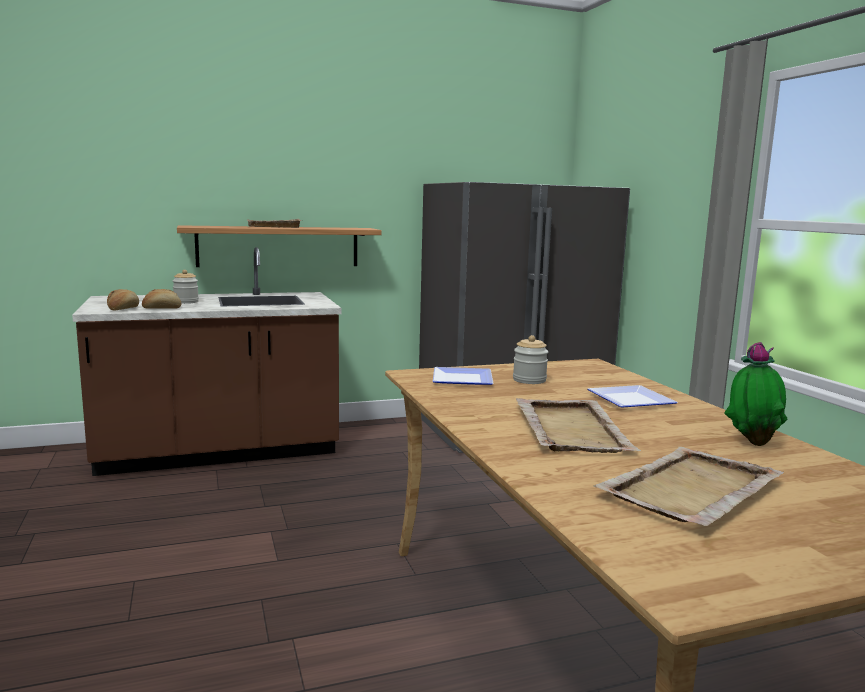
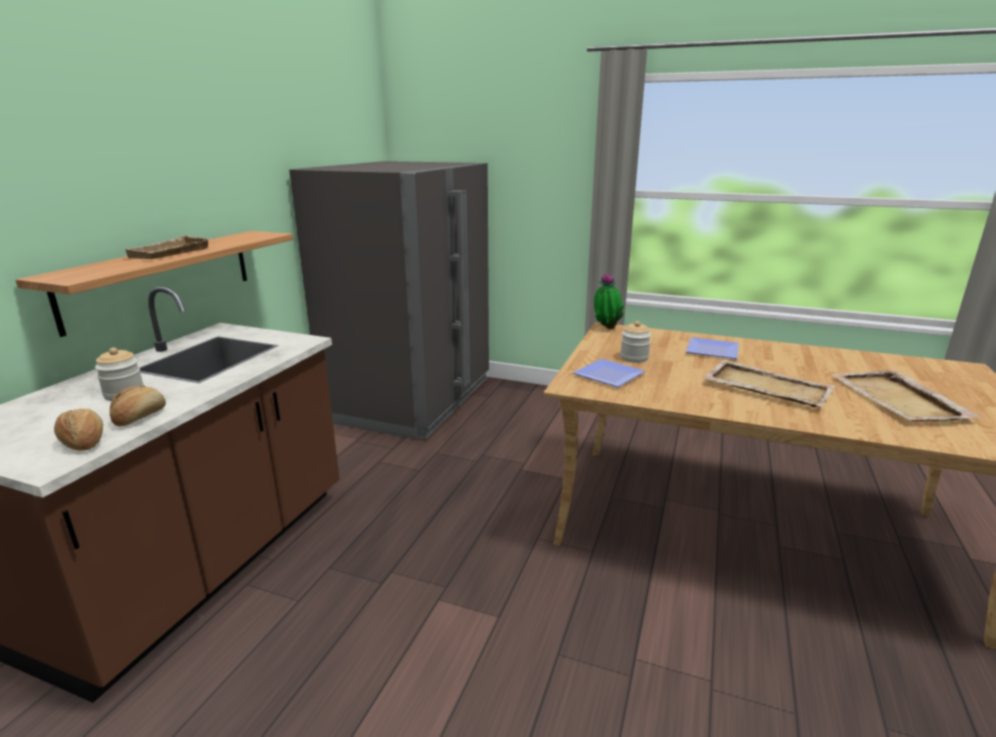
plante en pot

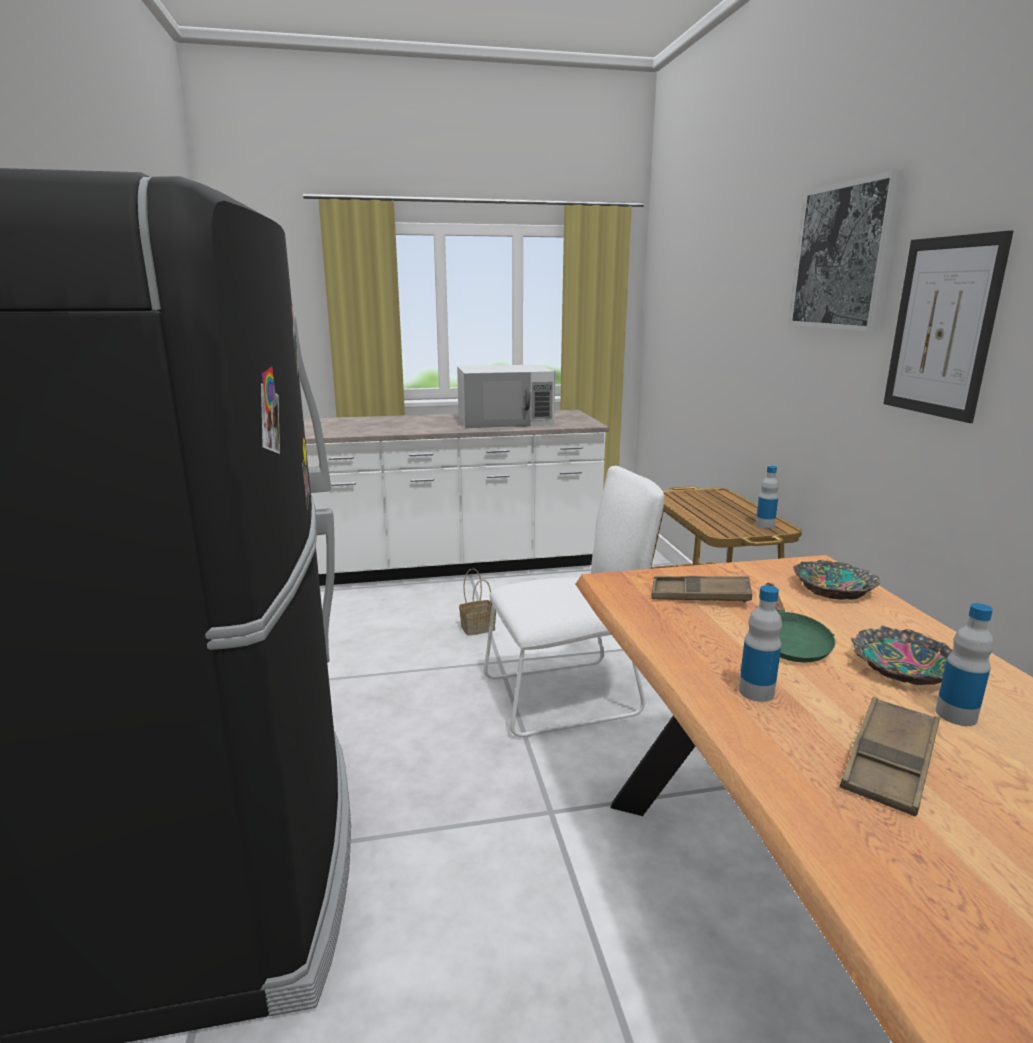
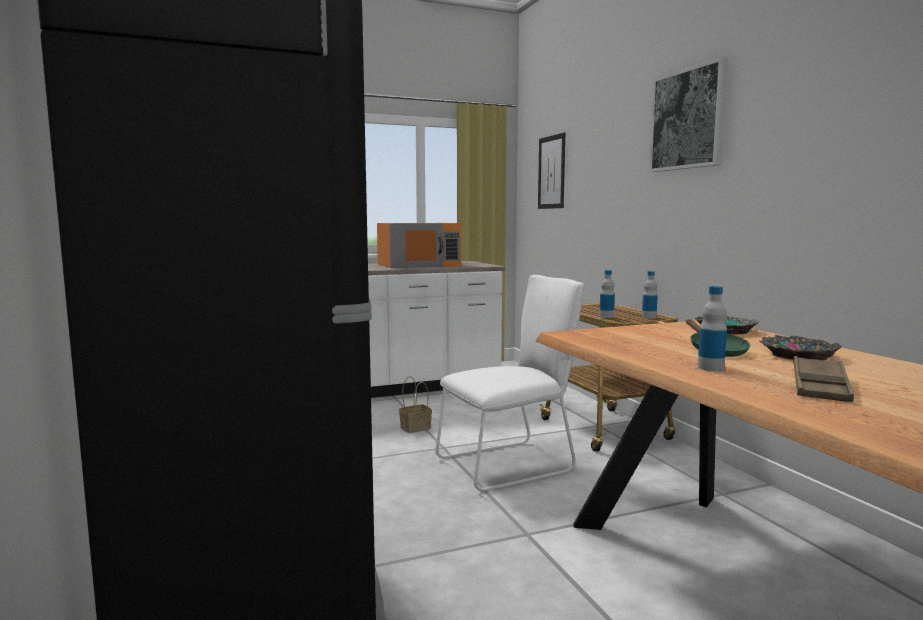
micro-ondes [orange]
plateau [marron] (1st from left in the first image)
tableau (1st from left)
bouteille (1st from left)

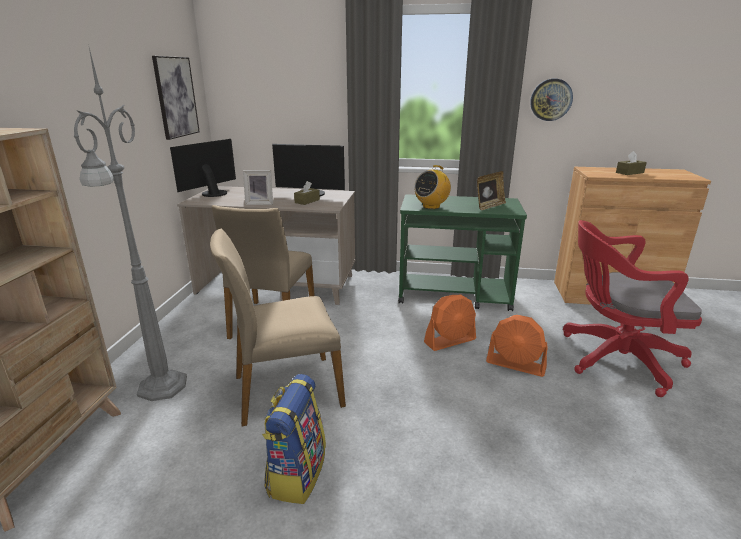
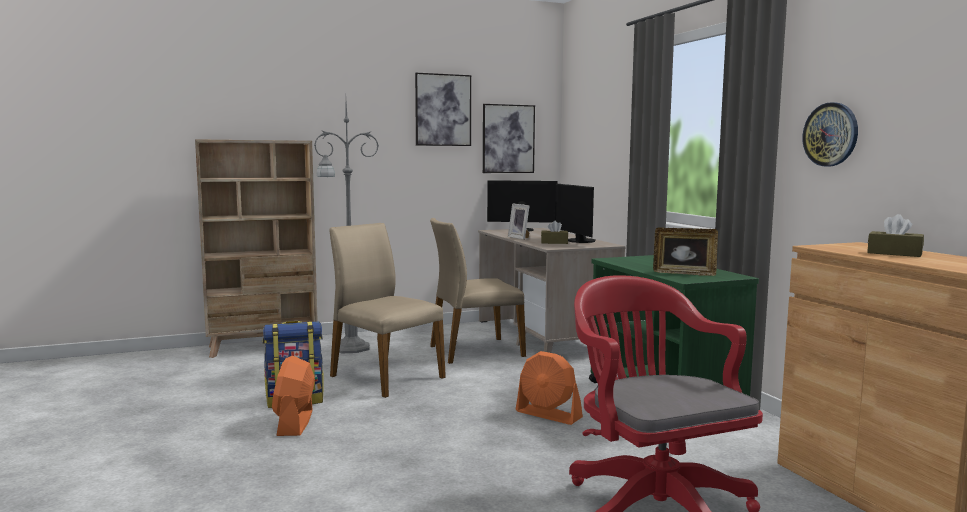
radio
ventilateur [orange] (1st from left)
tableau (1st from left)

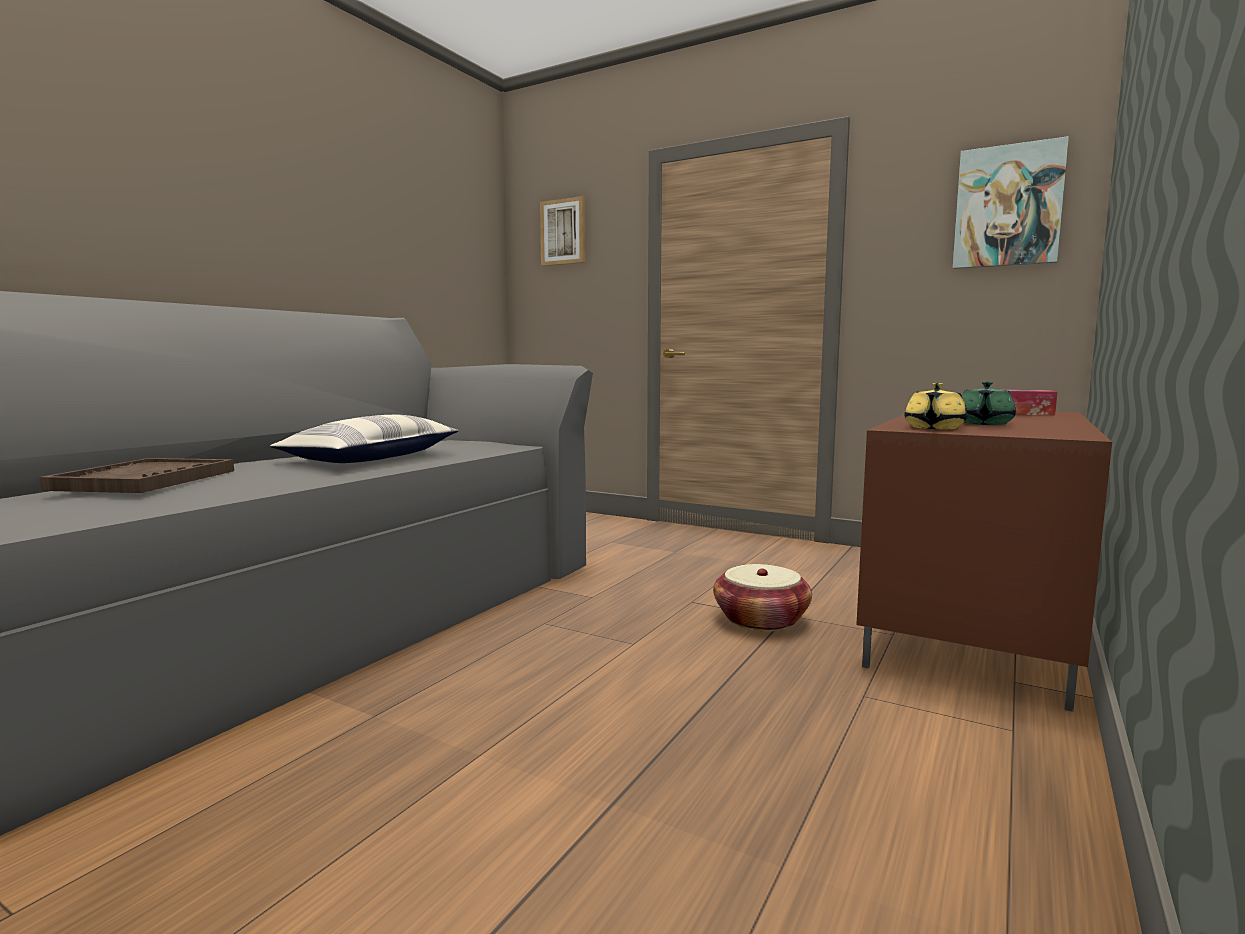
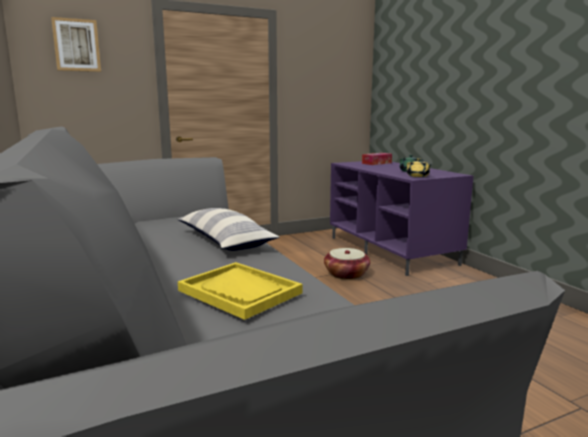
plateau [jaune]
meuble télé [violet]
tableau (2nd from left in the first image)

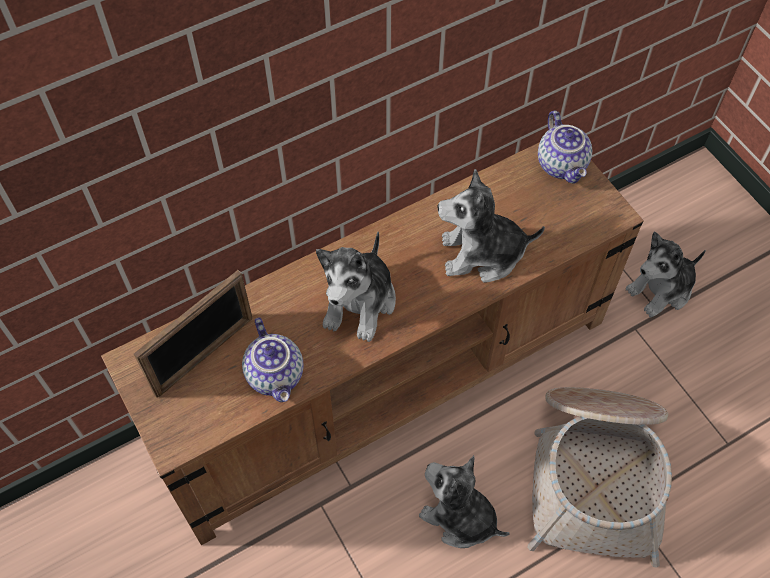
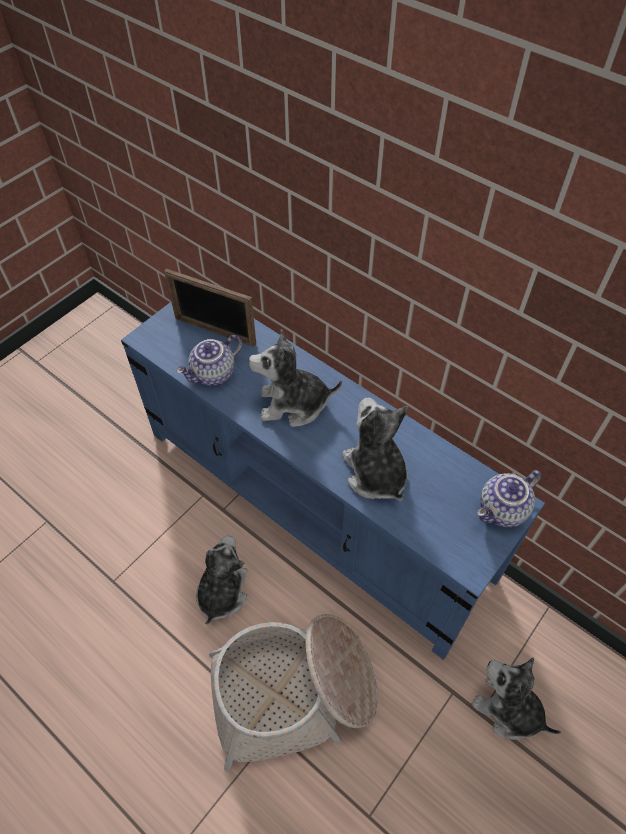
meuble télé [bleu]

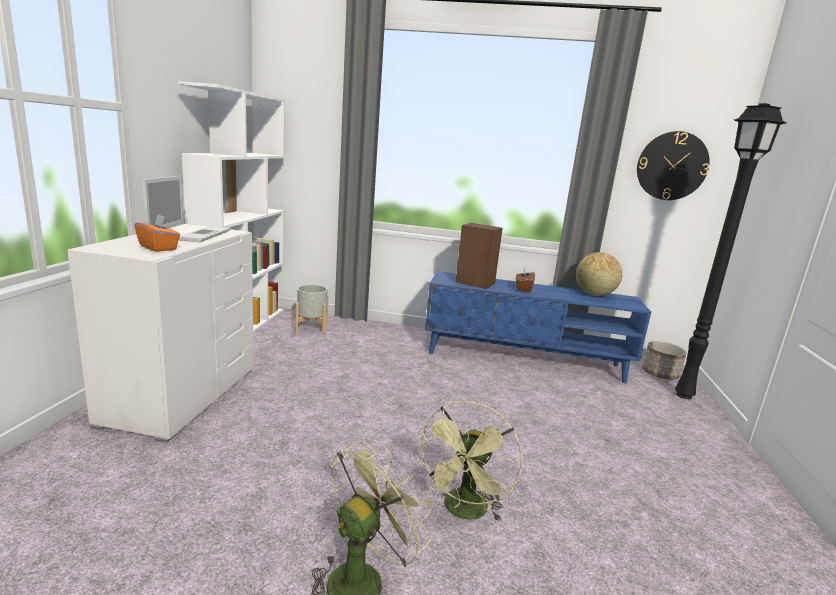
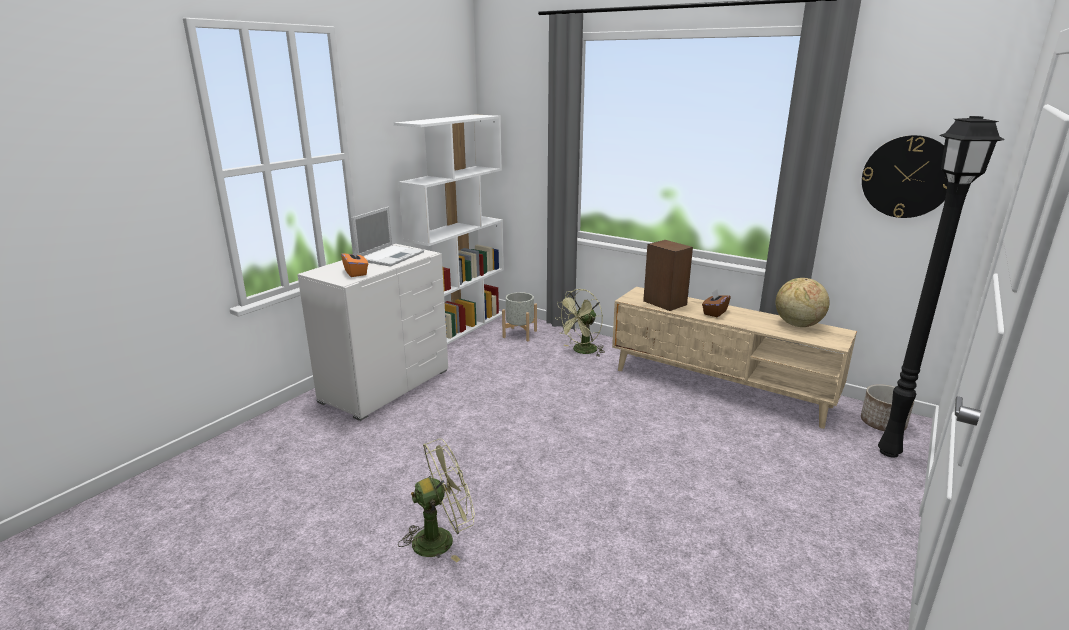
ventilateur [vert] (2nd from left)
meuble télé [beige]

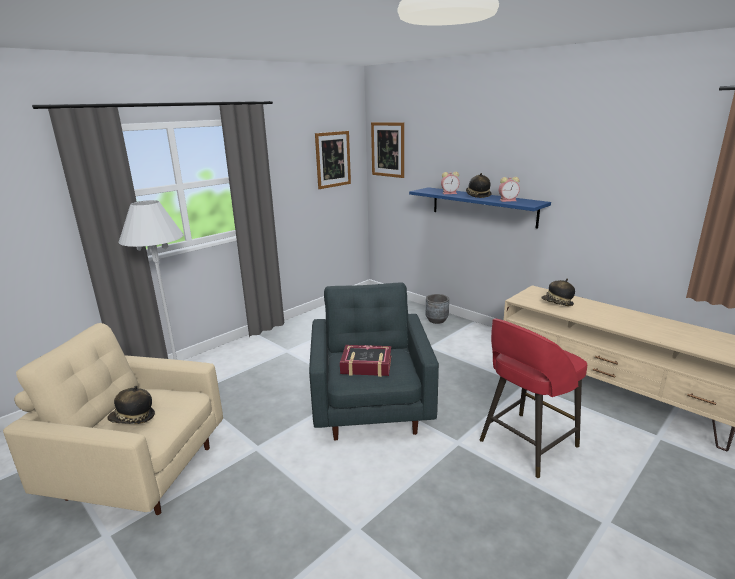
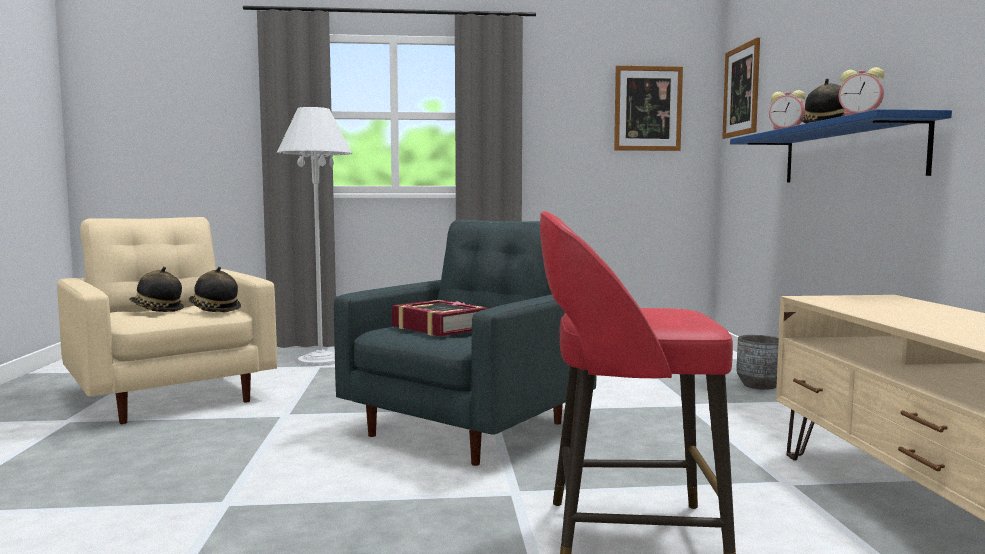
chapeau (2nd from left)

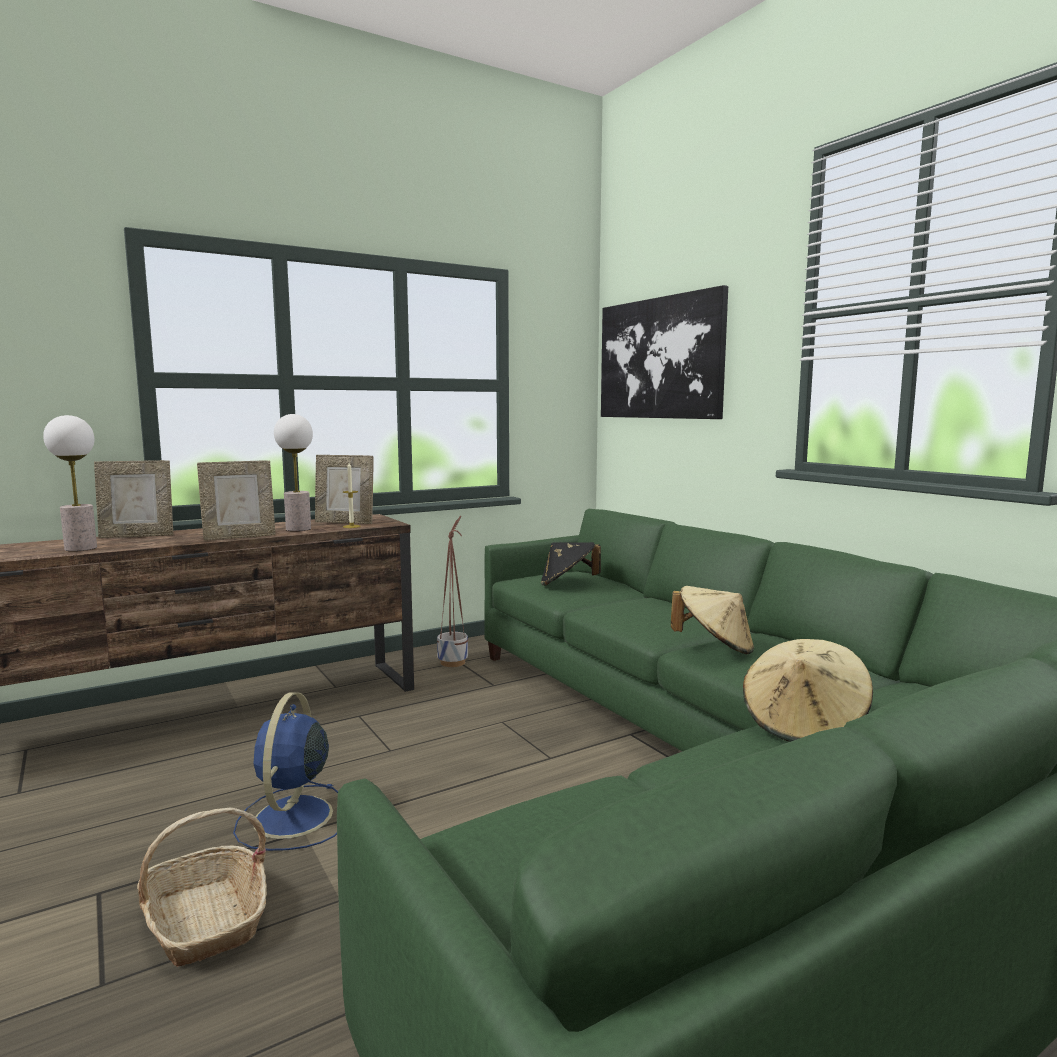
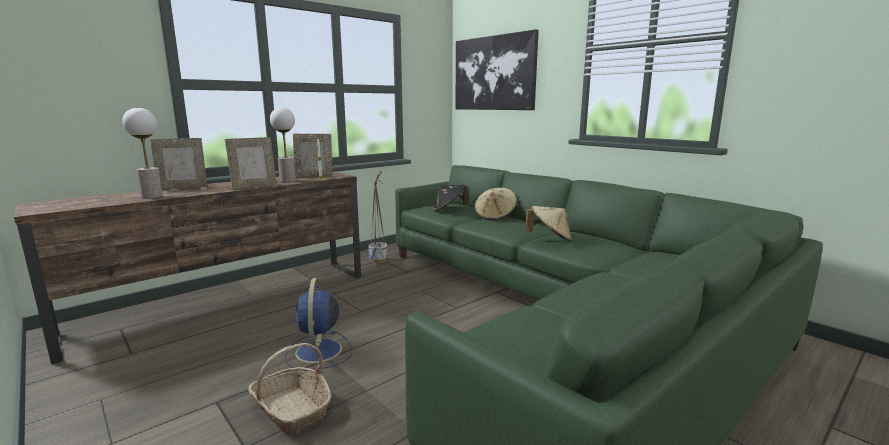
chapeau [beige] (1st from left)

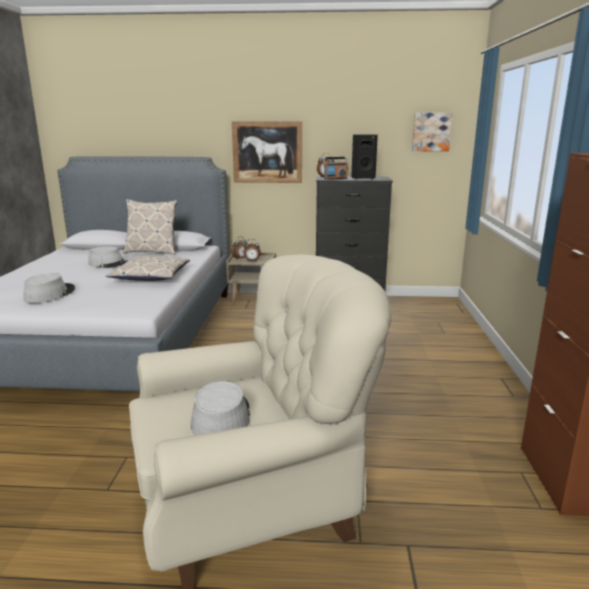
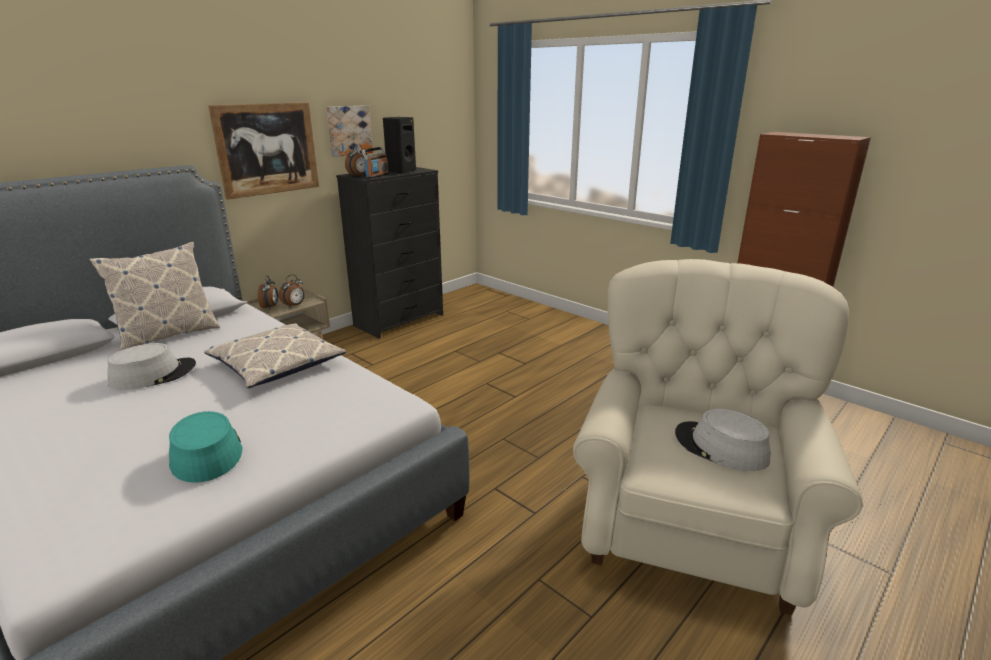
chapeau [turquoise]
tableau (2nd from left)

